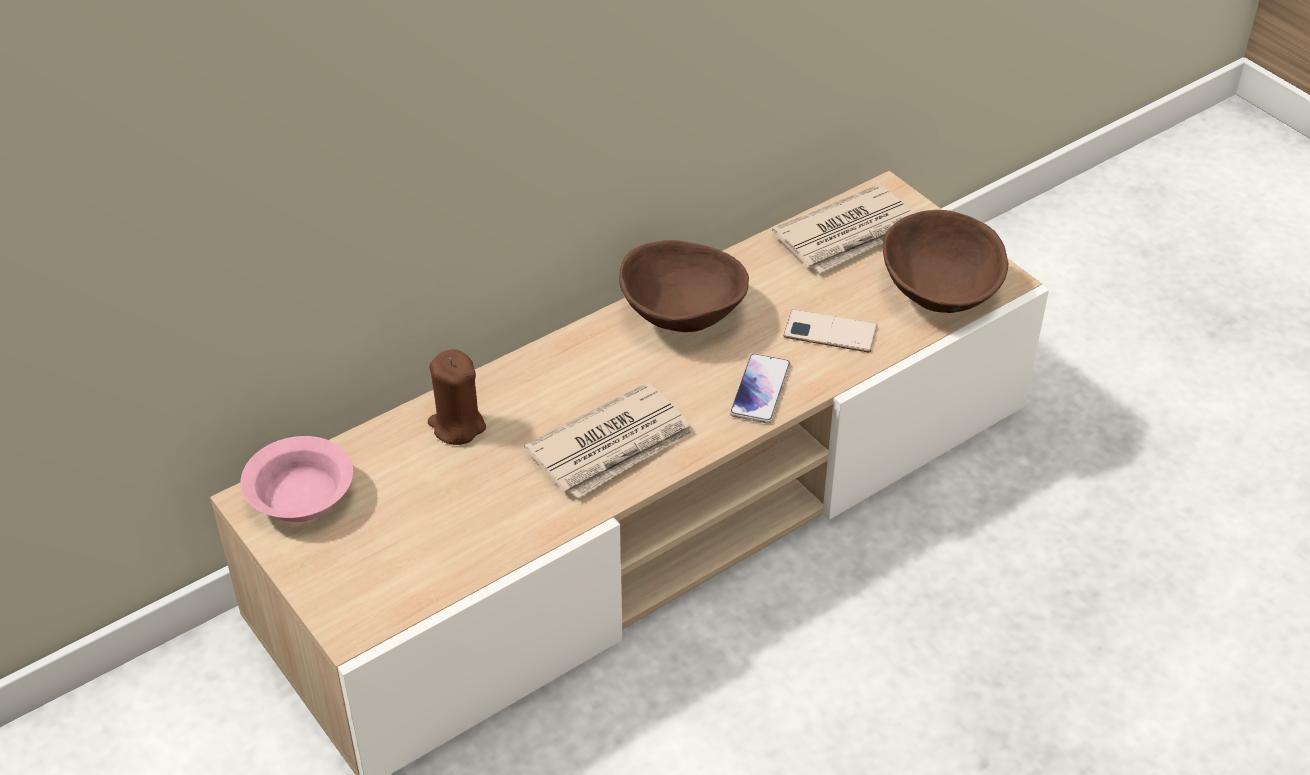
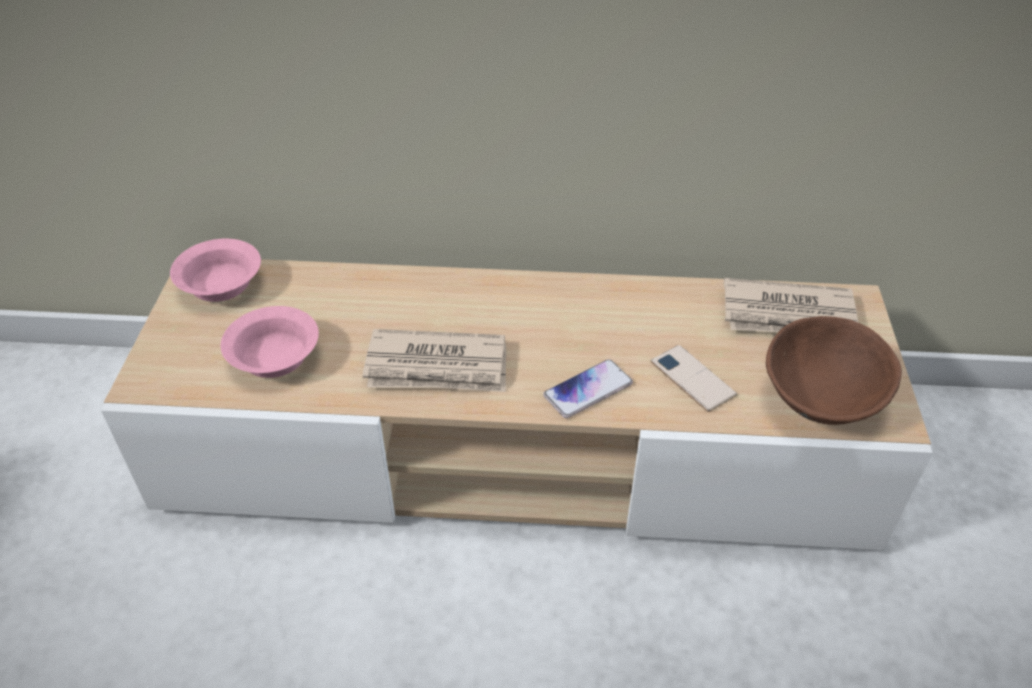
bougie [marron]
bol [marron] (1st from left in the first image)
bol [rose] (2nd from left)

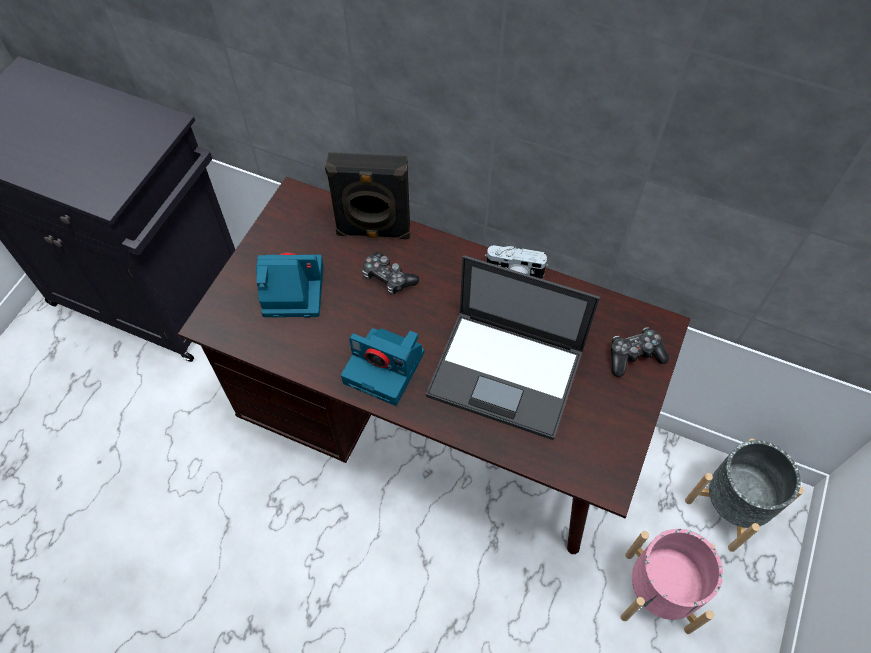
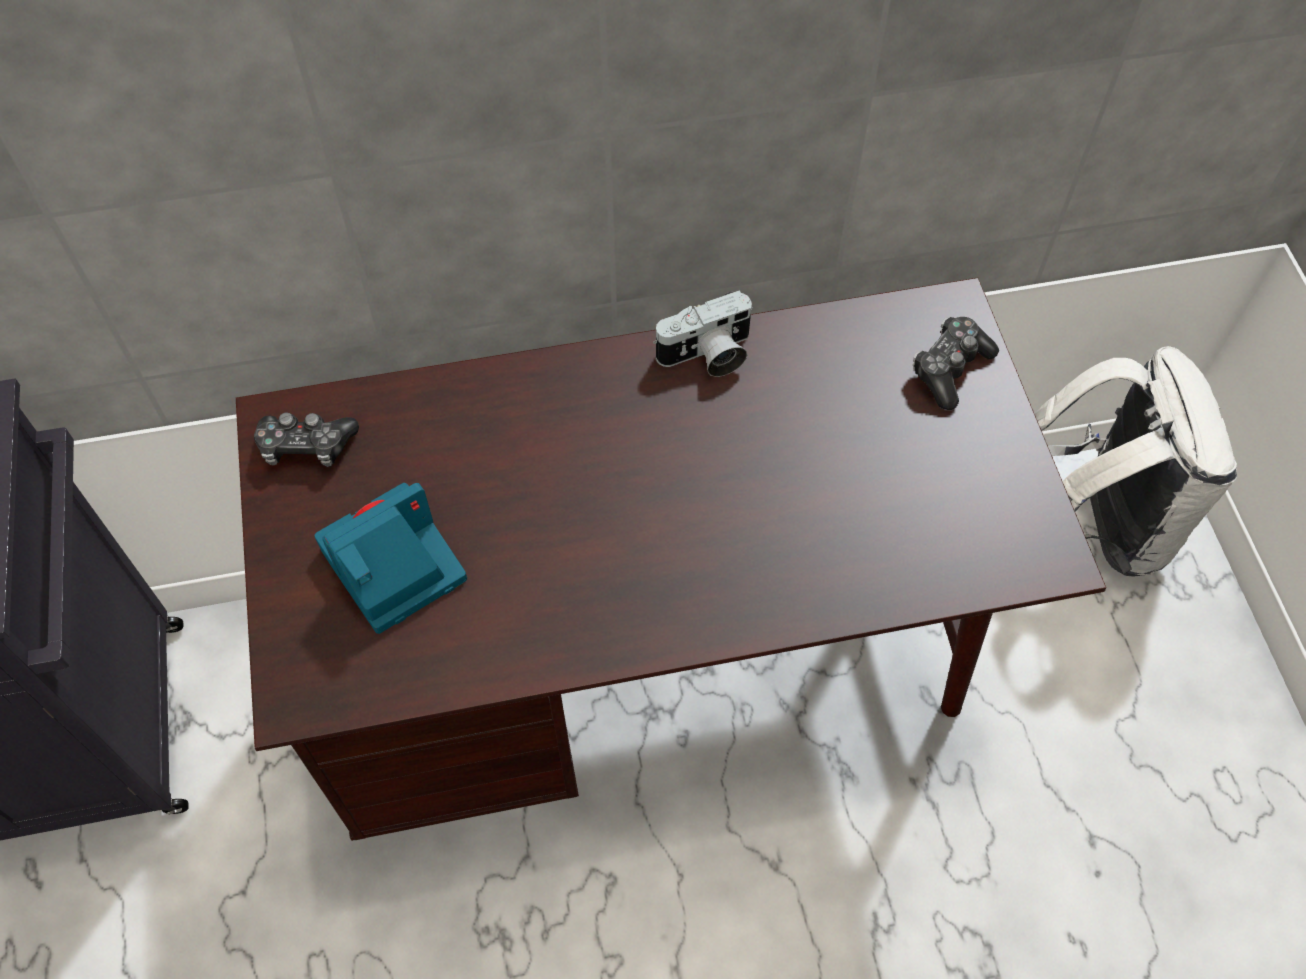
enceinte [noir]
appareil photo (2nd from left in the first image)
manette (1st from left)
ordinateur portable
cache-pot [rose]
sac à dos [blanc]

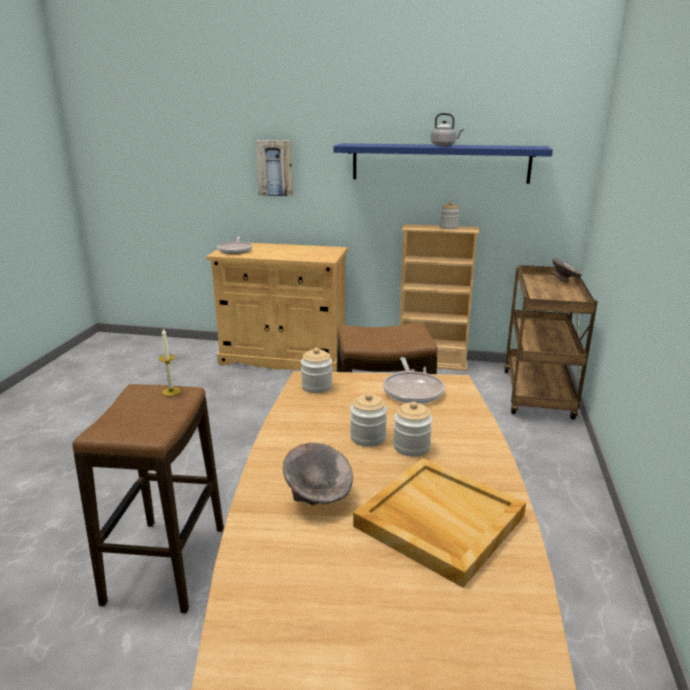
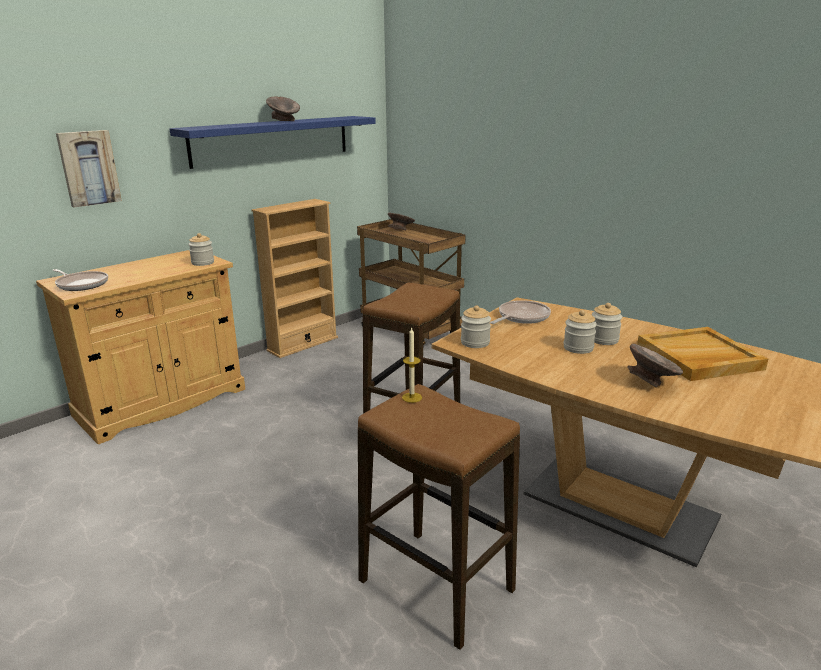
poêle (2nd from left)
bol [gris] (1st from left)
bocal (1st from left)

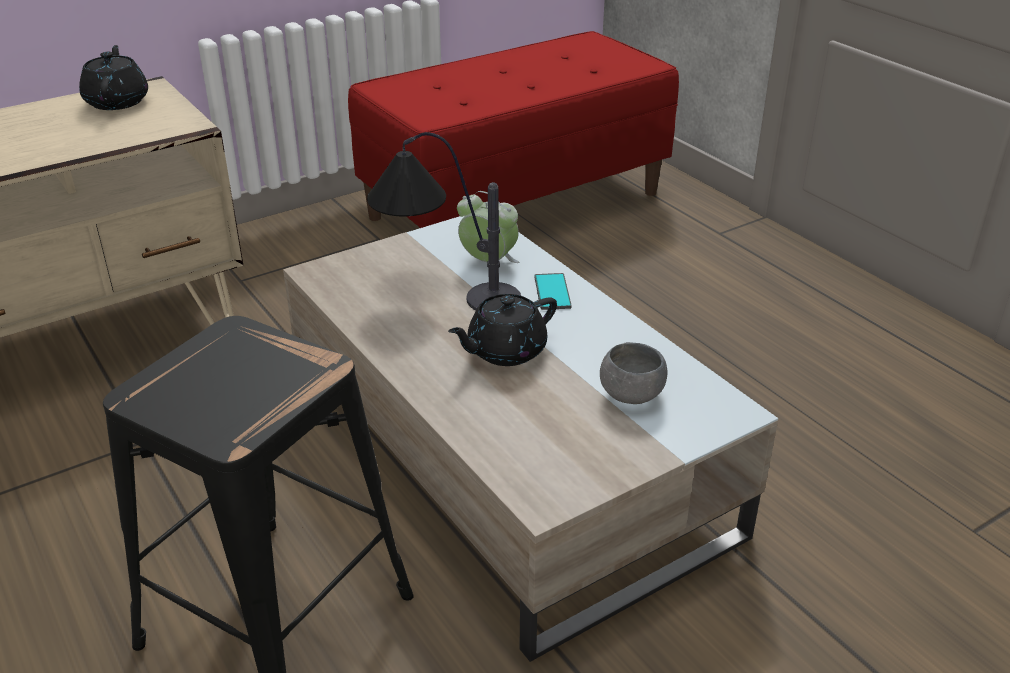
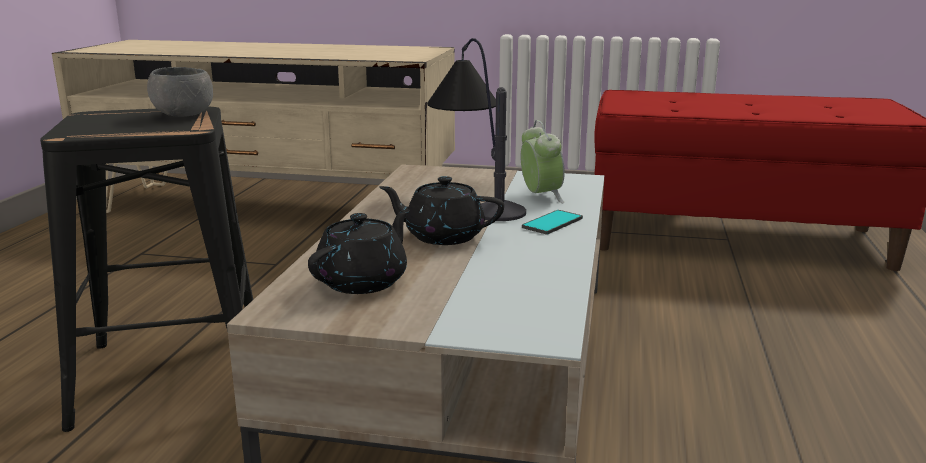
théière [noir] (1st from left)
bol [gris]

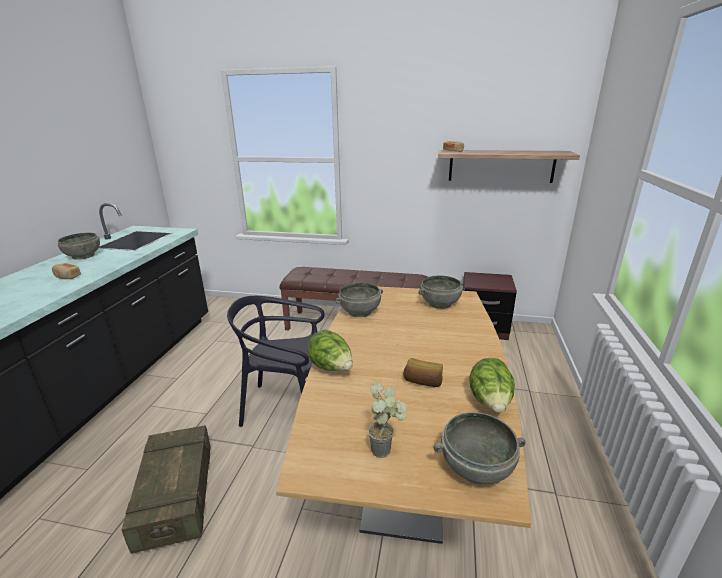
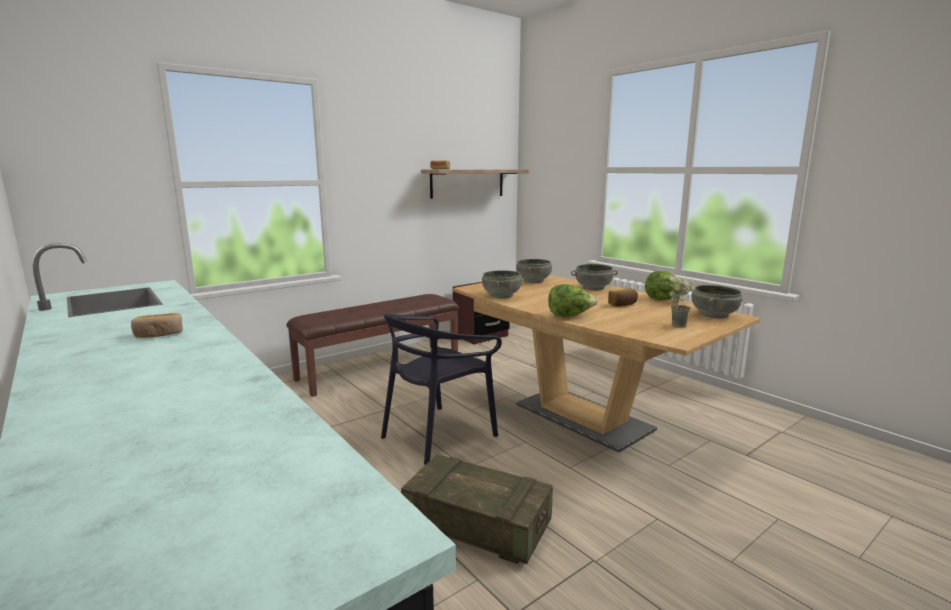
bol [gris] (3rd from left)

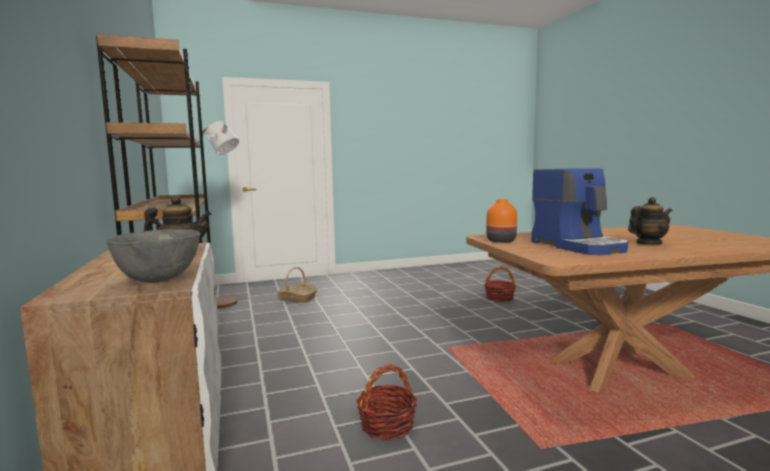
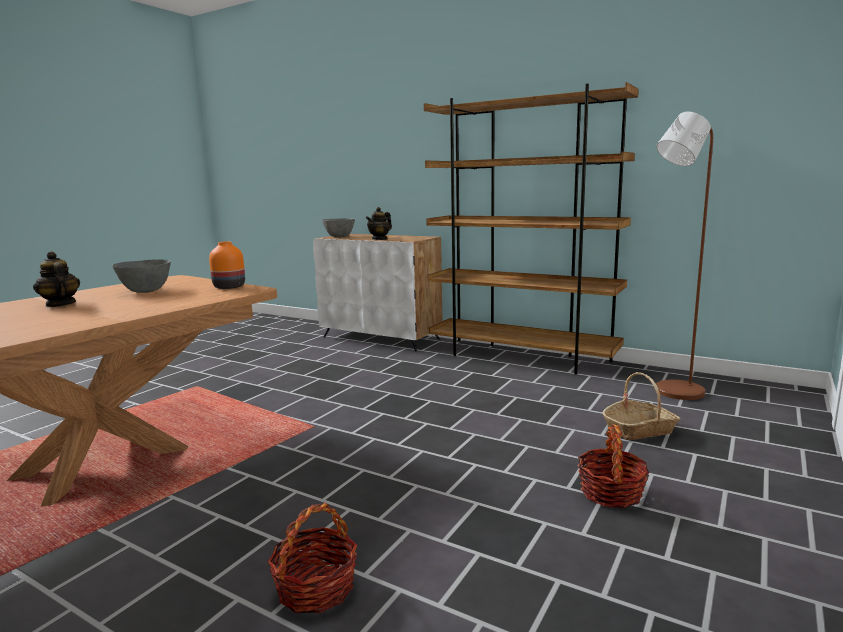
panier (2nd from left)
bol [gris] (1st from left)
théière (1st from left)

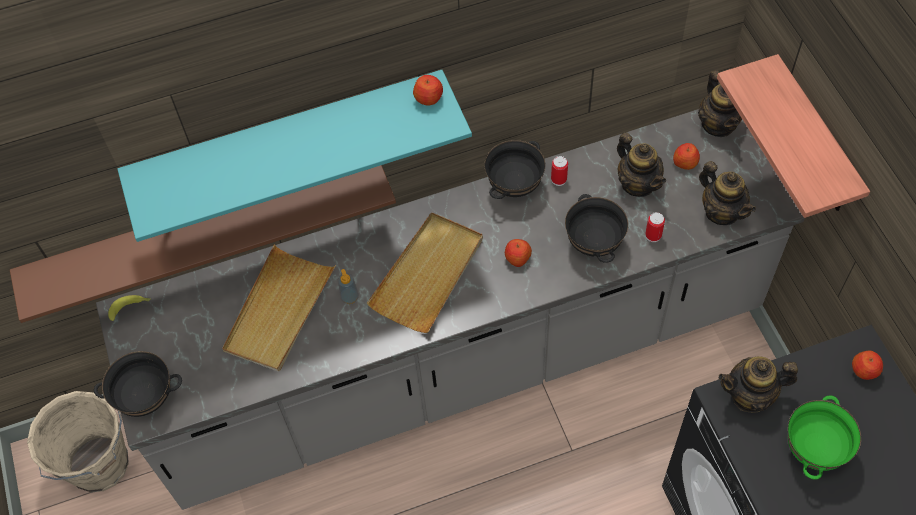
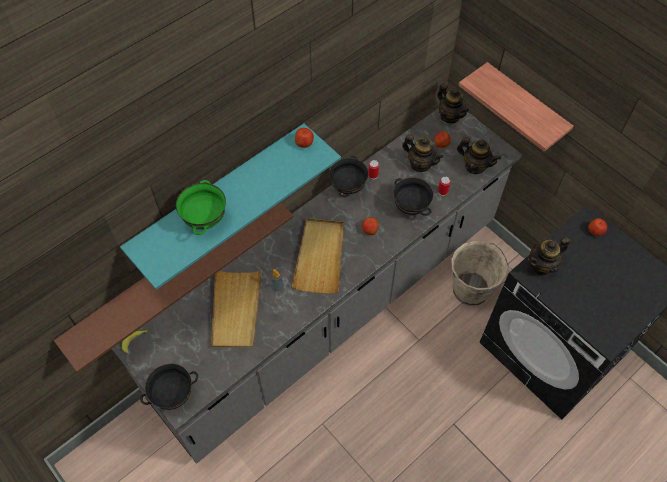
seau [beige]
bol [vert]

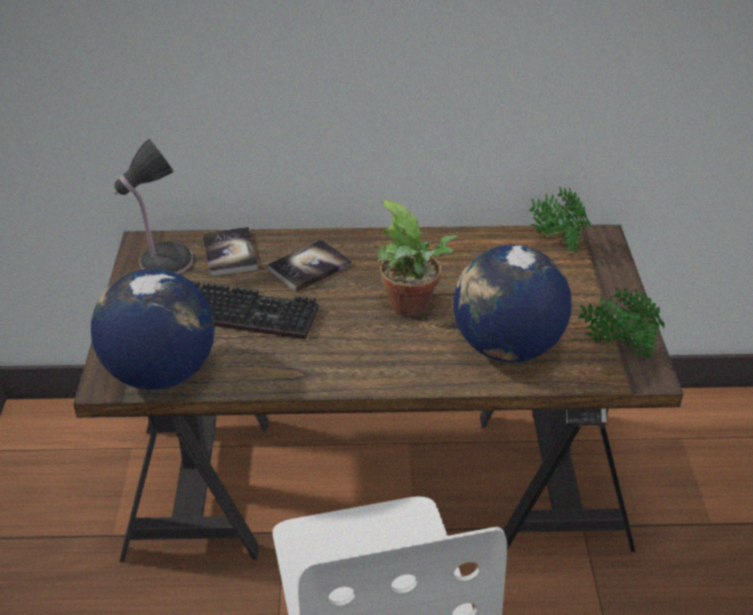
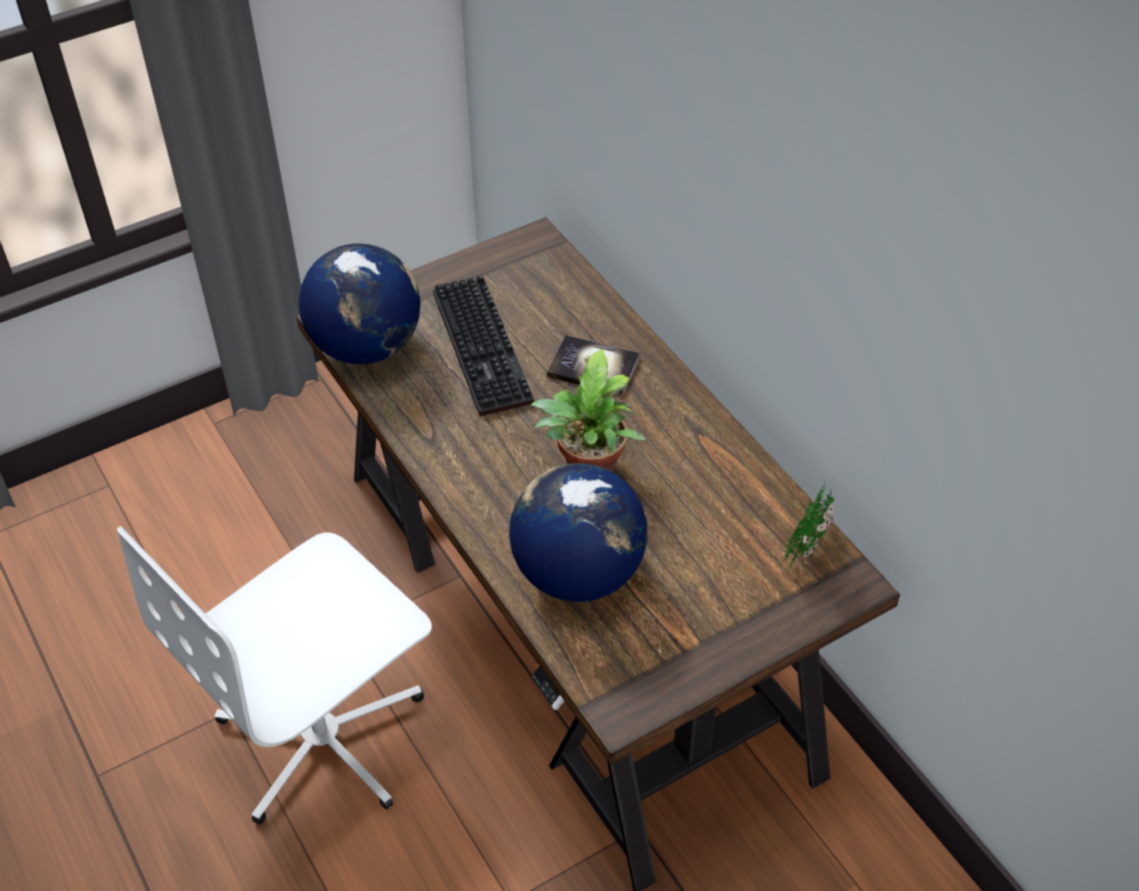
lampe de table
livre (1st from left in the first image)
plante en pot (3rd from left in the first image)

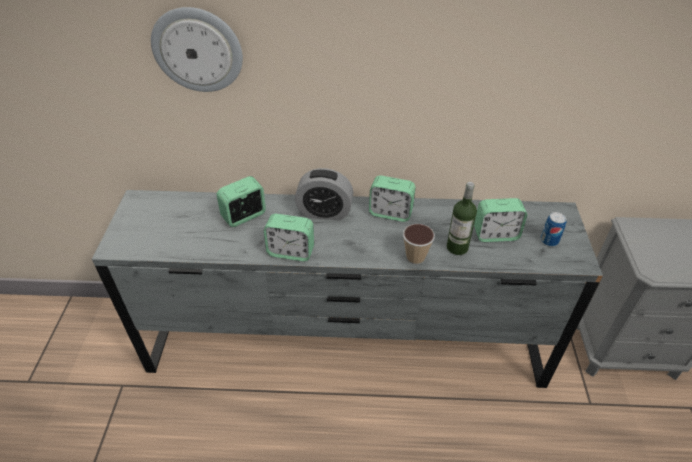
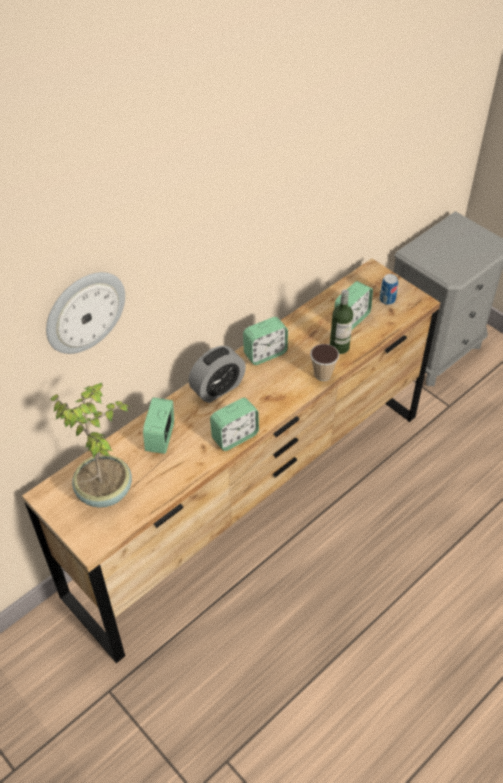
commode [marron]
plante en pot

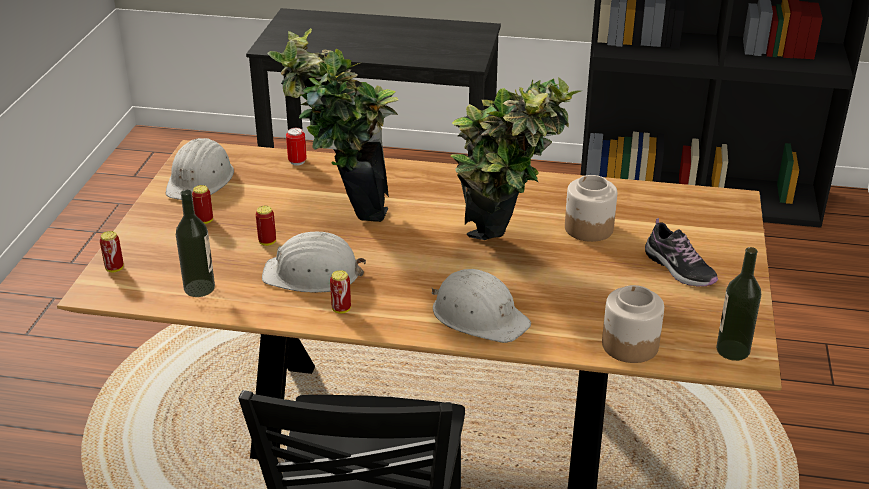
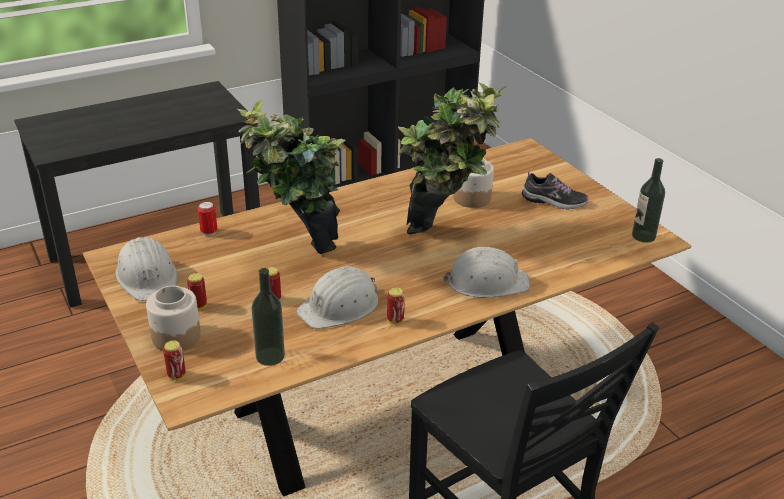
bocal (1st from left)

